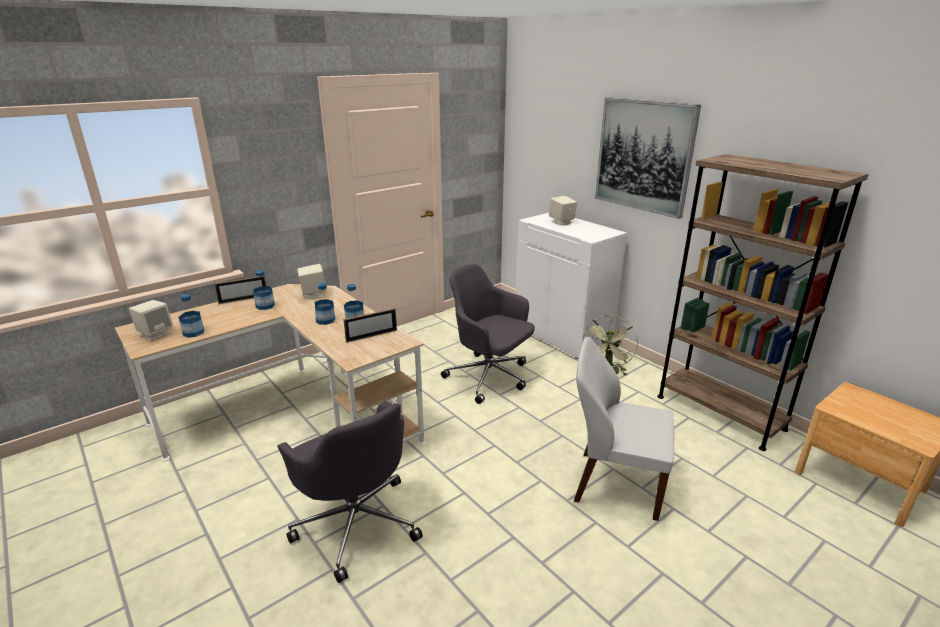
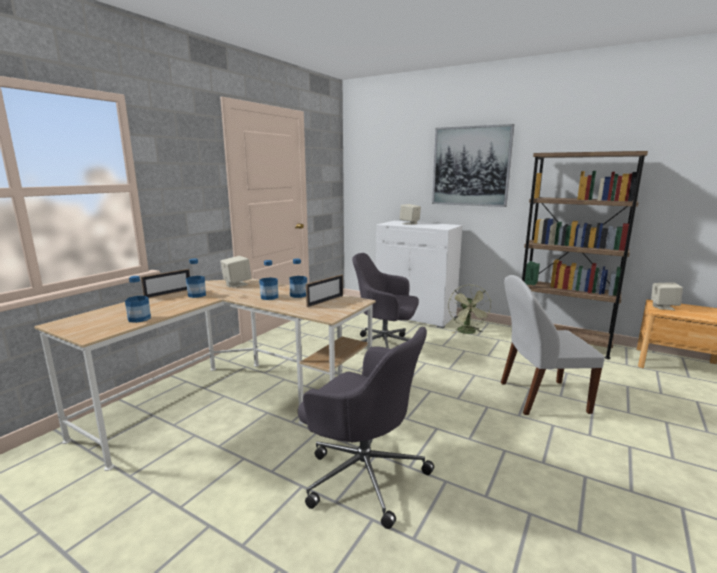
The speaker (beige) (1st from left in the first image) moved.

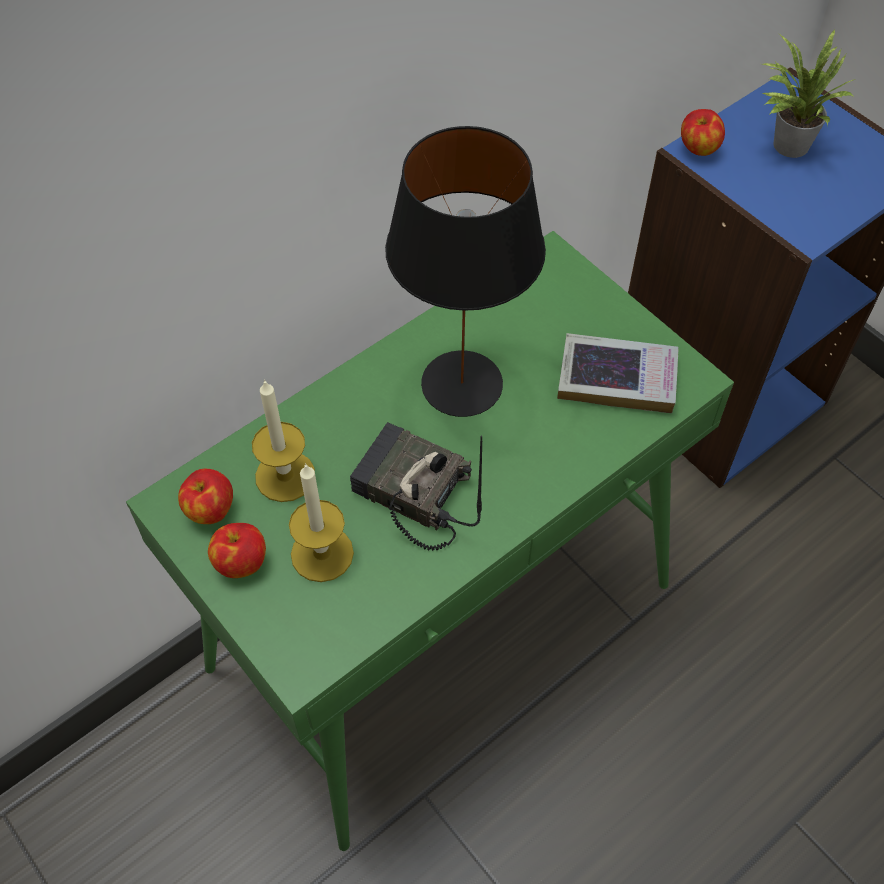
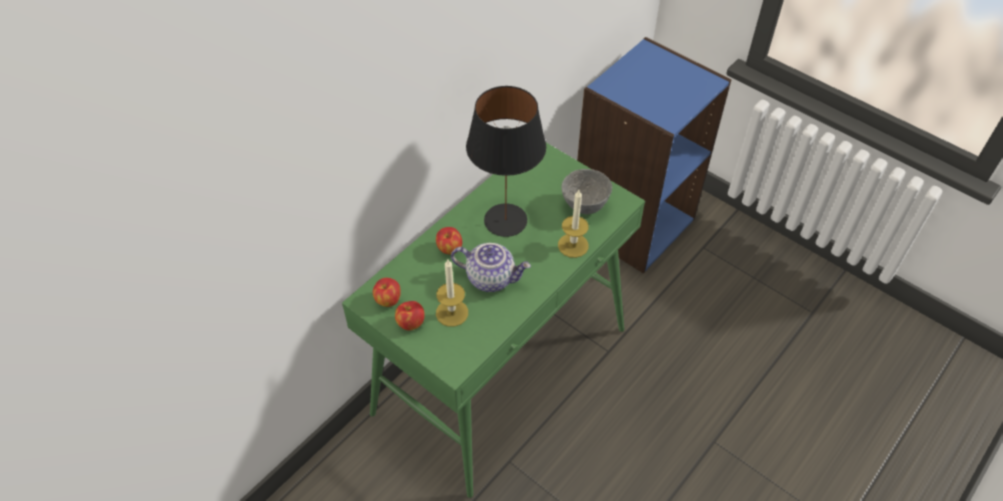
The potted plant disappeared.
The apple (3rd from left) moved.
The book was replaced by the bowl (grey).
The candle (1st from left in the first image) moved.
The radio was replaced by the teapot.

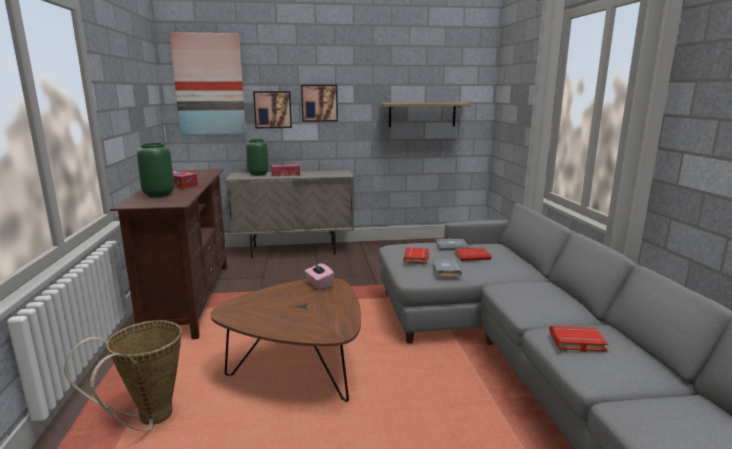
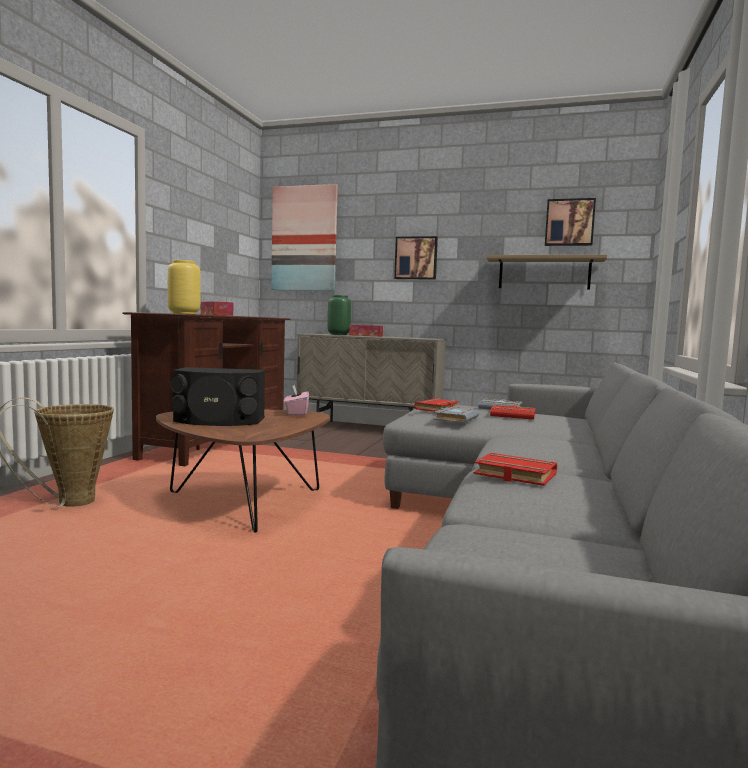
The picture (2nd from left in the first image) moved.
The vase (green) (1st from left) became the vase (yellow).
The speaker (black) appeared.

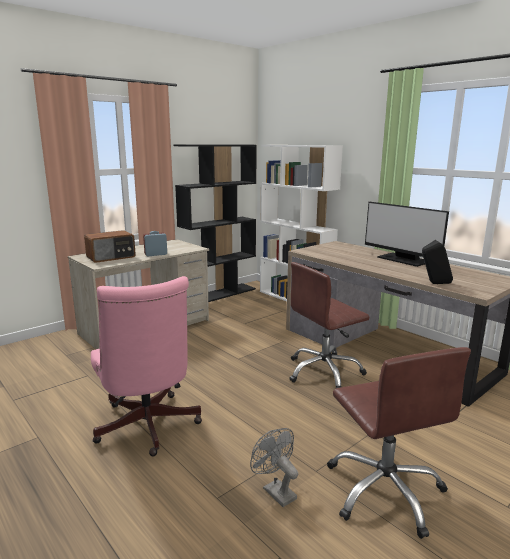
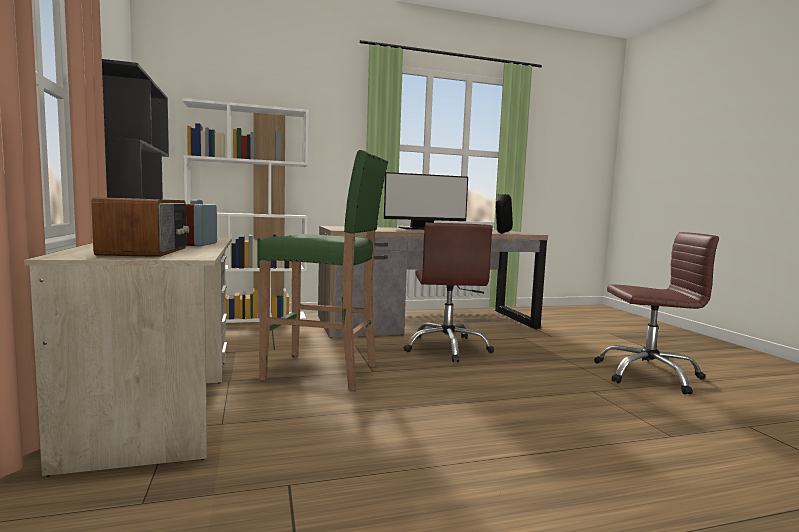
The office chair (pink) disappeared.
The fan (grey) disappeared.
The stool (green) appeared.

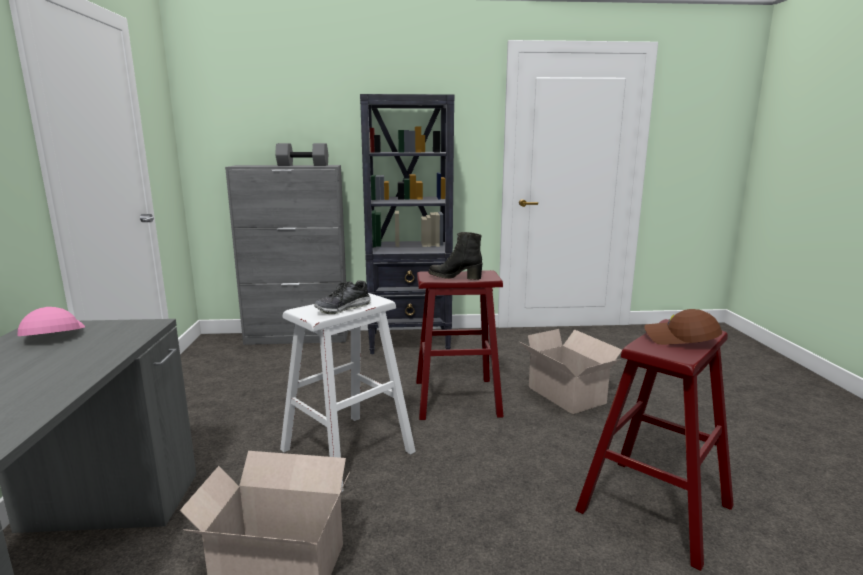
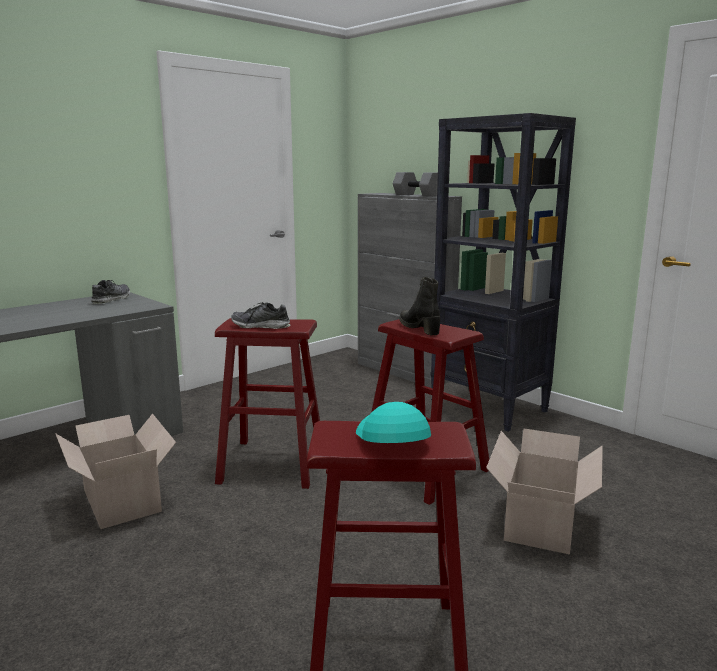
The stool (white) became the stool (red) (1st from left).
The cap (pink) was replaced by the shoe (1st from left).
The cap (brown) became the cap (turquoise).

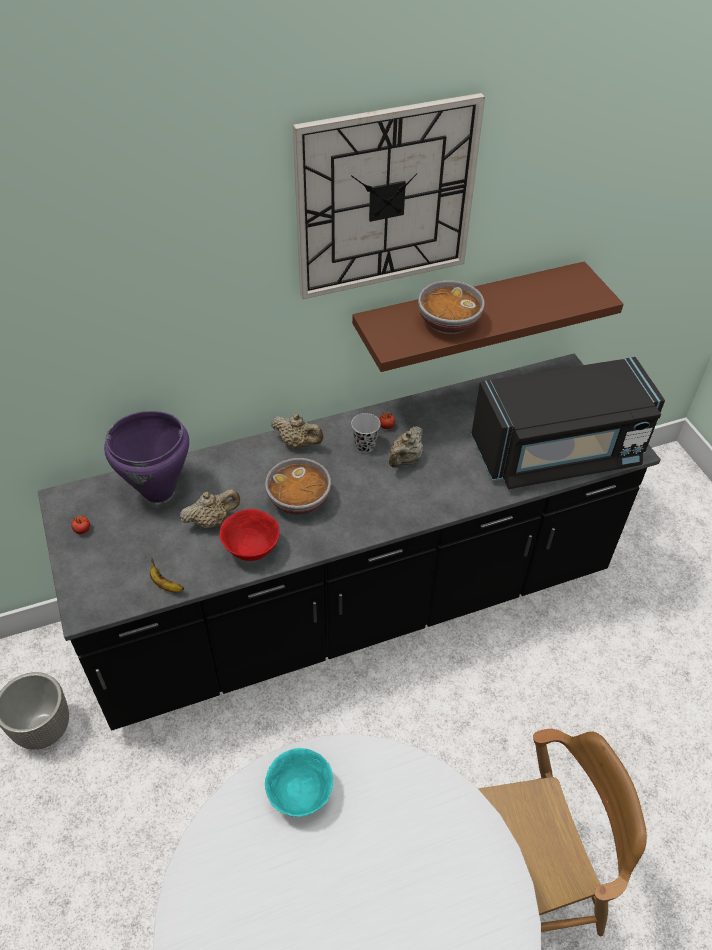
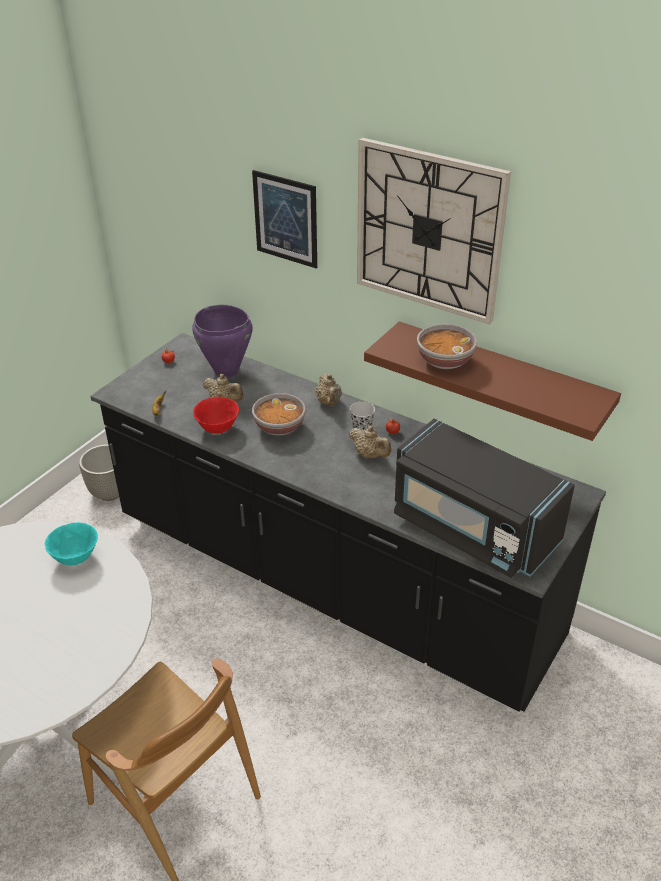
The teapot (beige) (3rd from left) turned 135 degrees counterclockwise.
The picture appeared.

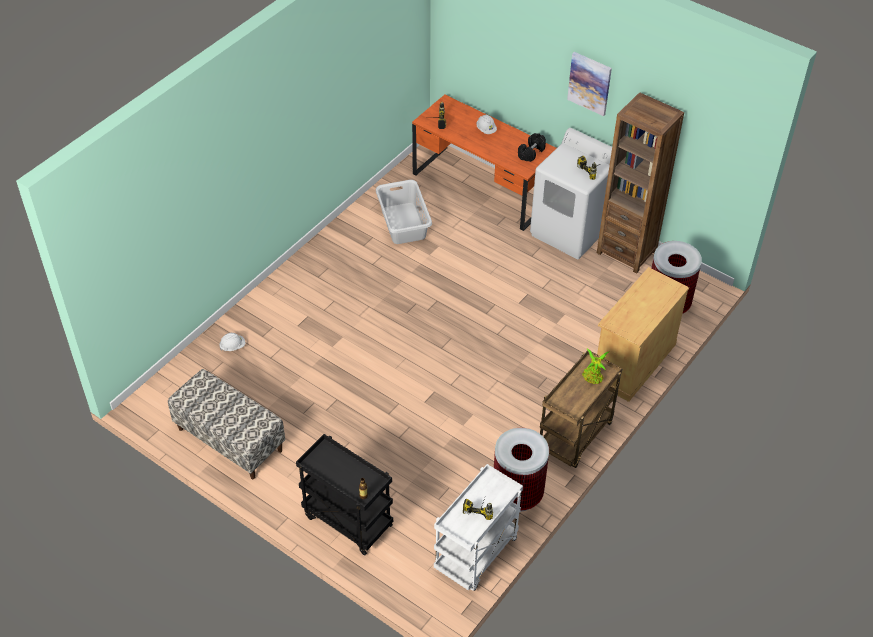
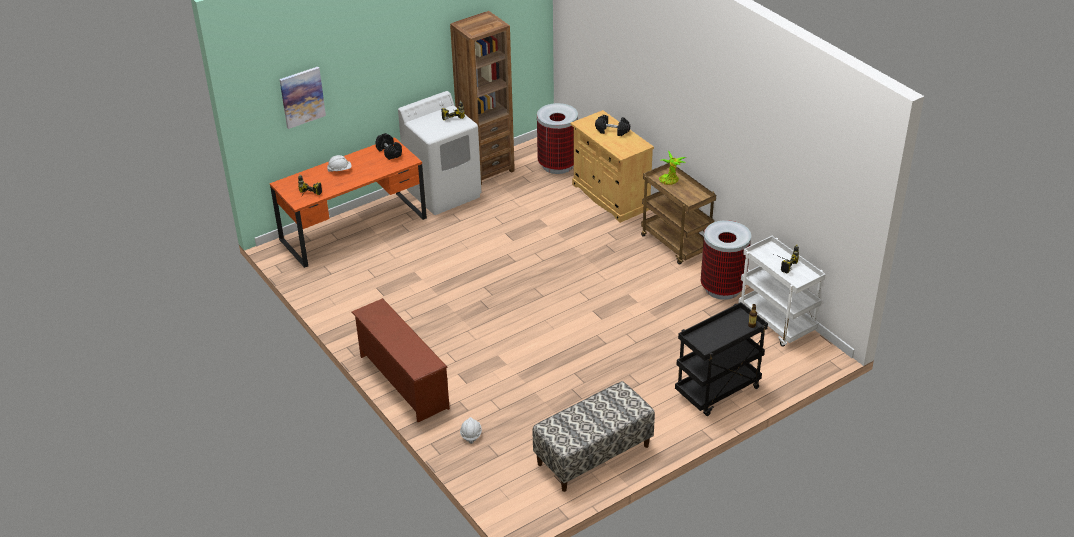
The picture moved.
The laundry basket (grey) disappeared.
The dumbbell (black) (2nd from left) appeared.
The shoe rack (brown) appeared.

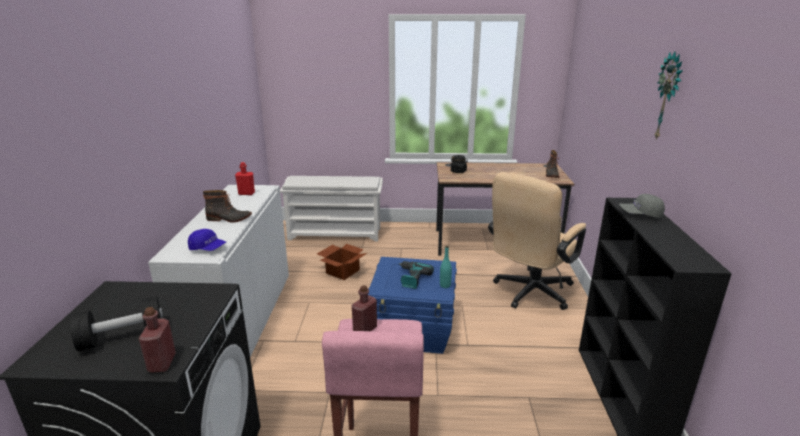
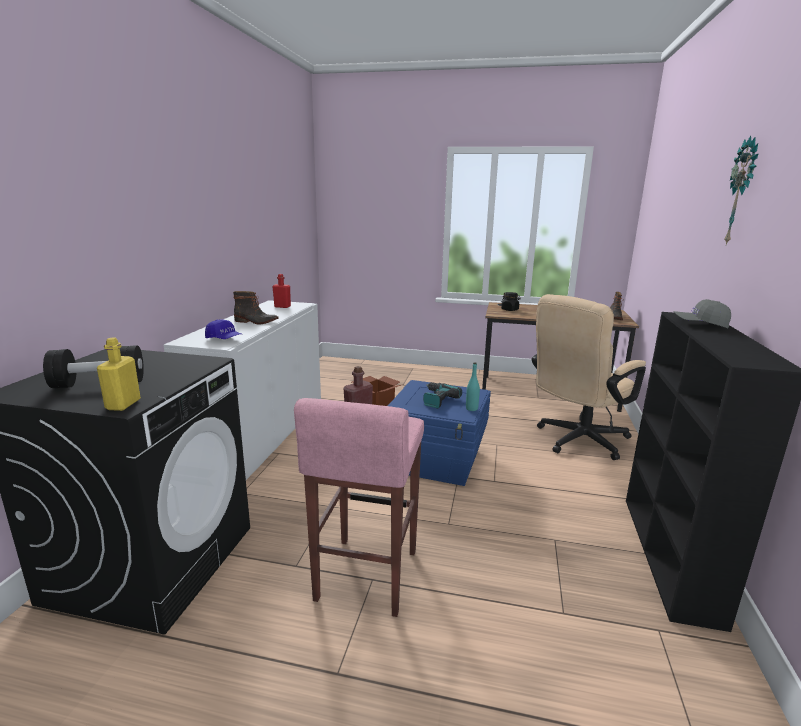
The shoe rack (white) disappeared.
The bottle (red) (1st from left) became the bottle (yellow).

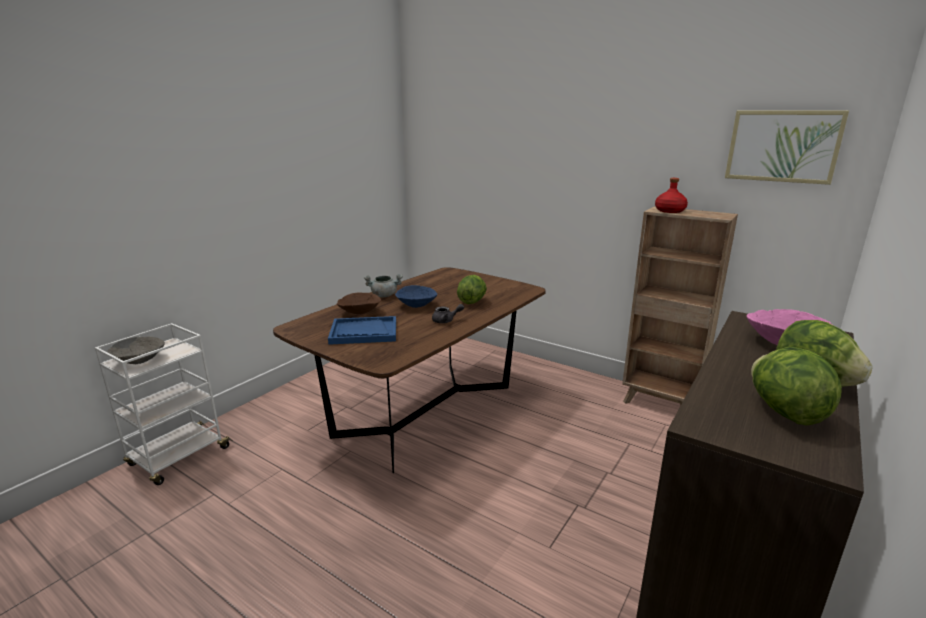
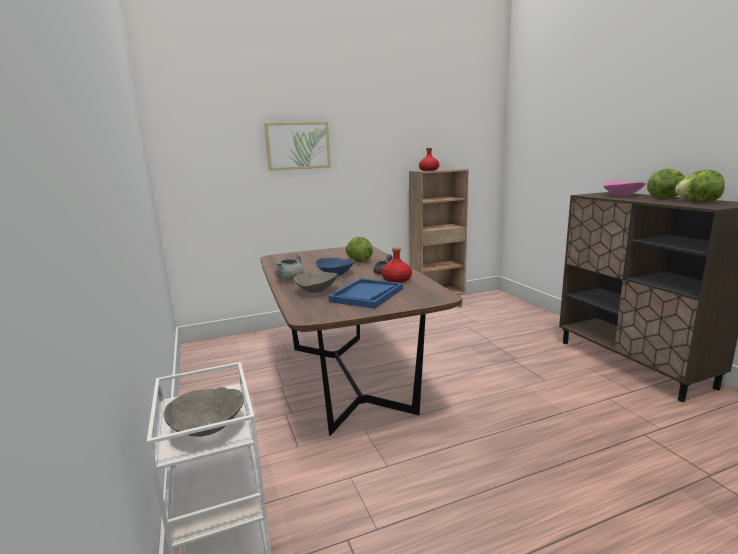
The picture moved.
The bowl (brown) became the bowl (grey) (2nd from left).
The bottle (red) (1st from left) appeared.

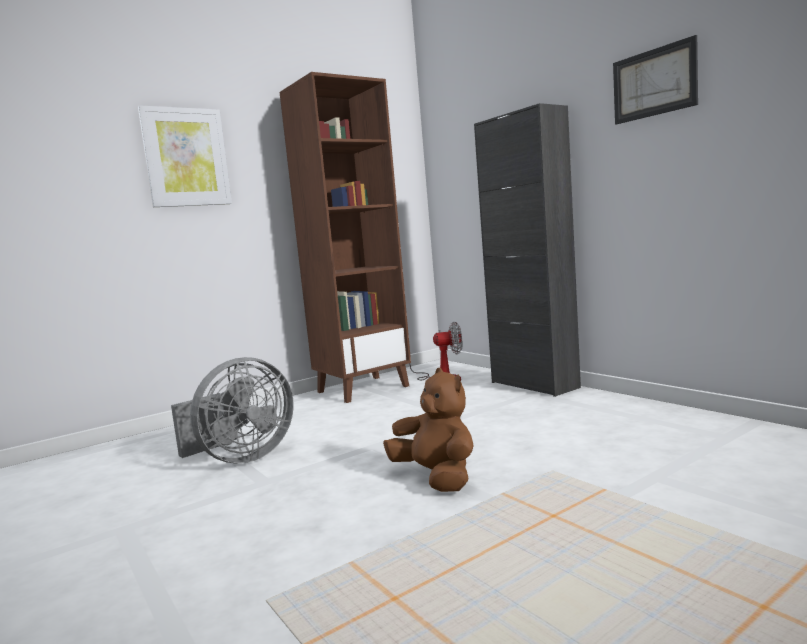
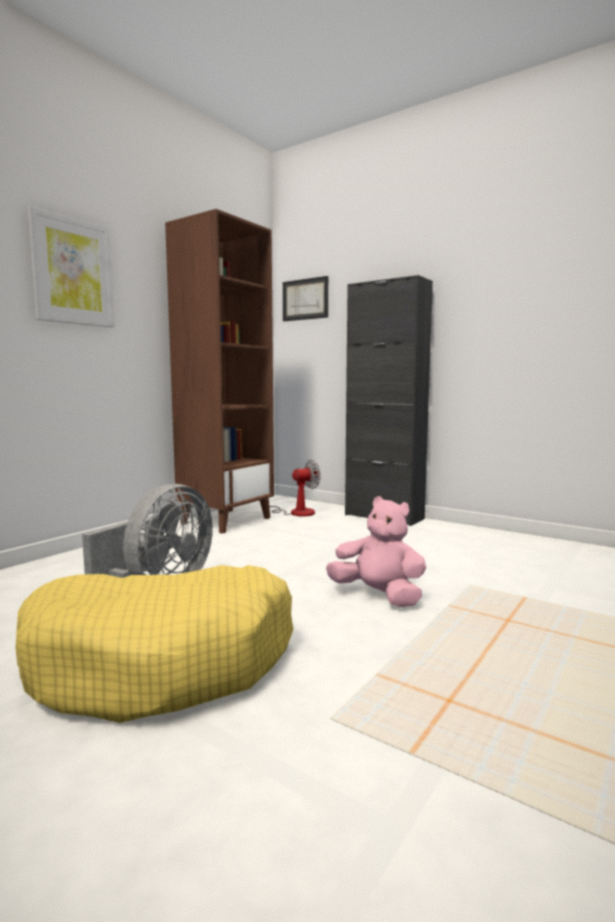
The picture (2nd from left) moved.
The plush toy (brown) became the plush toy (pink).
The dog bed (yellow) appeared.

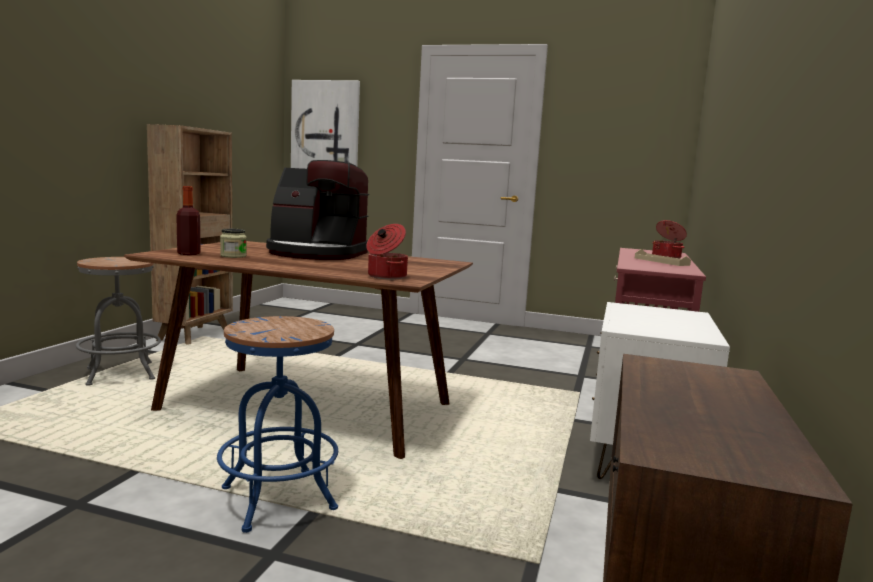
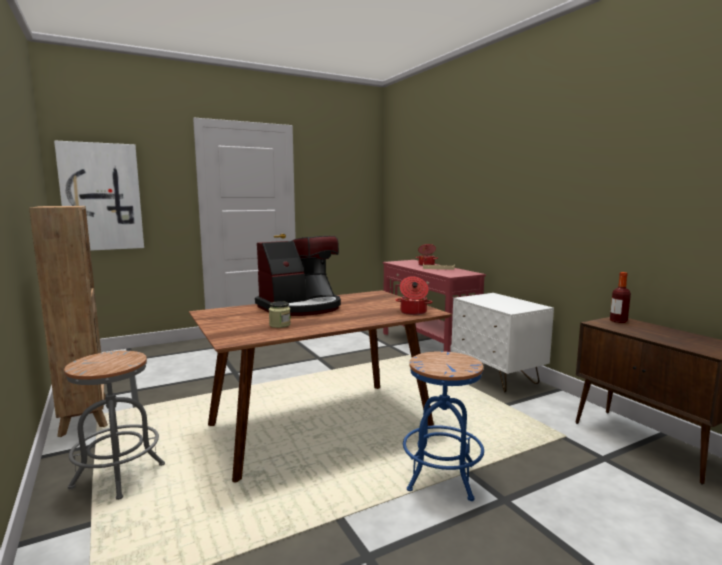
The bottle moved.

